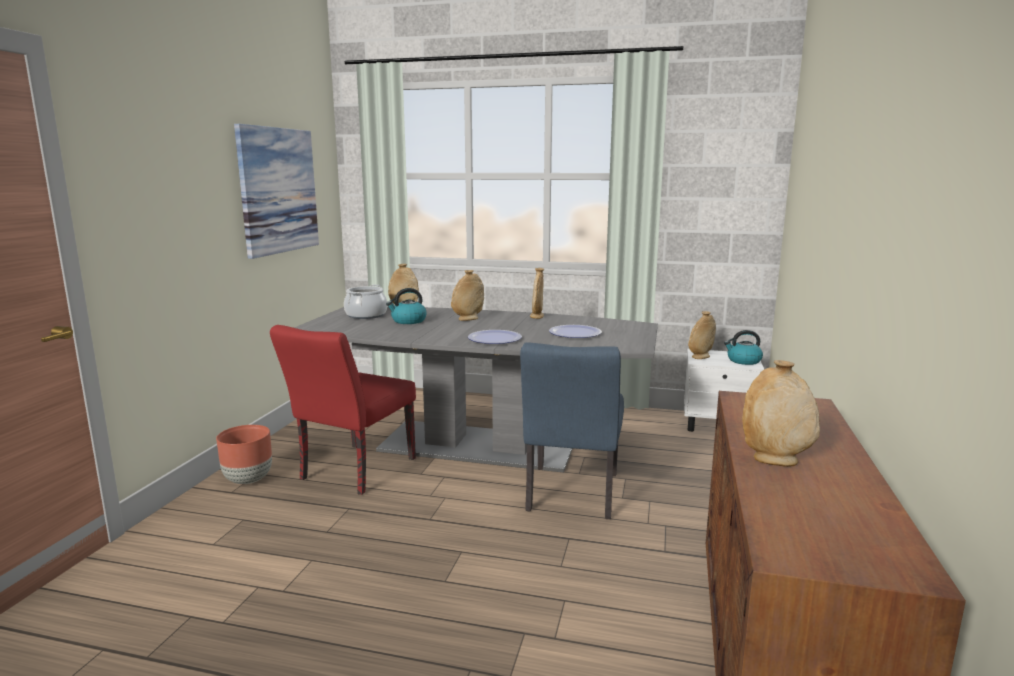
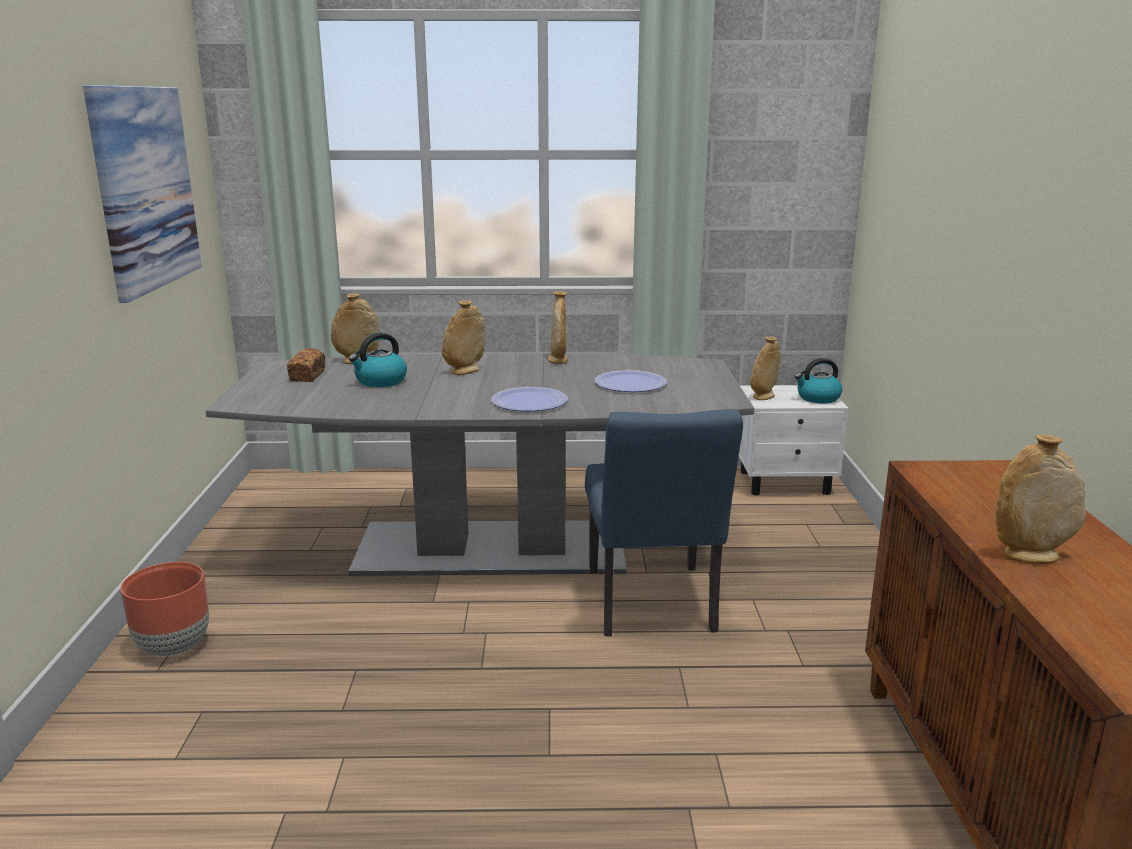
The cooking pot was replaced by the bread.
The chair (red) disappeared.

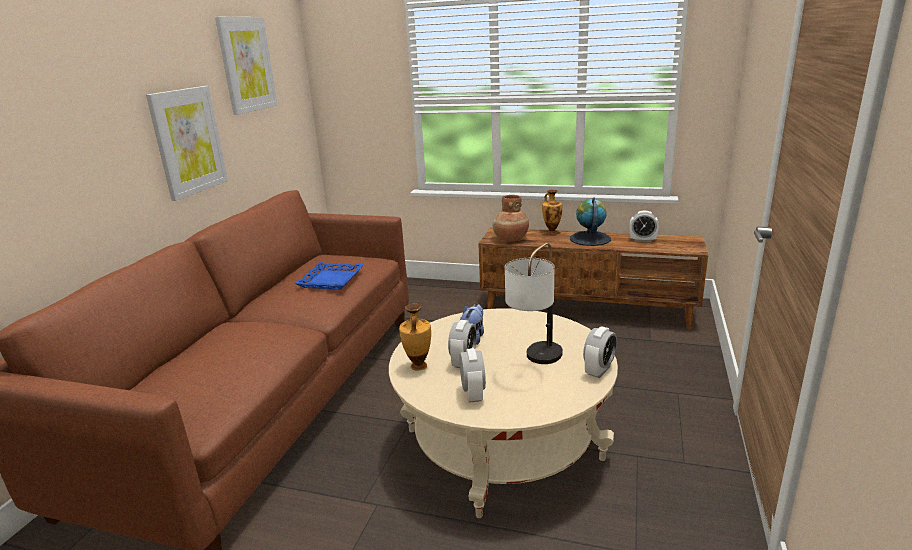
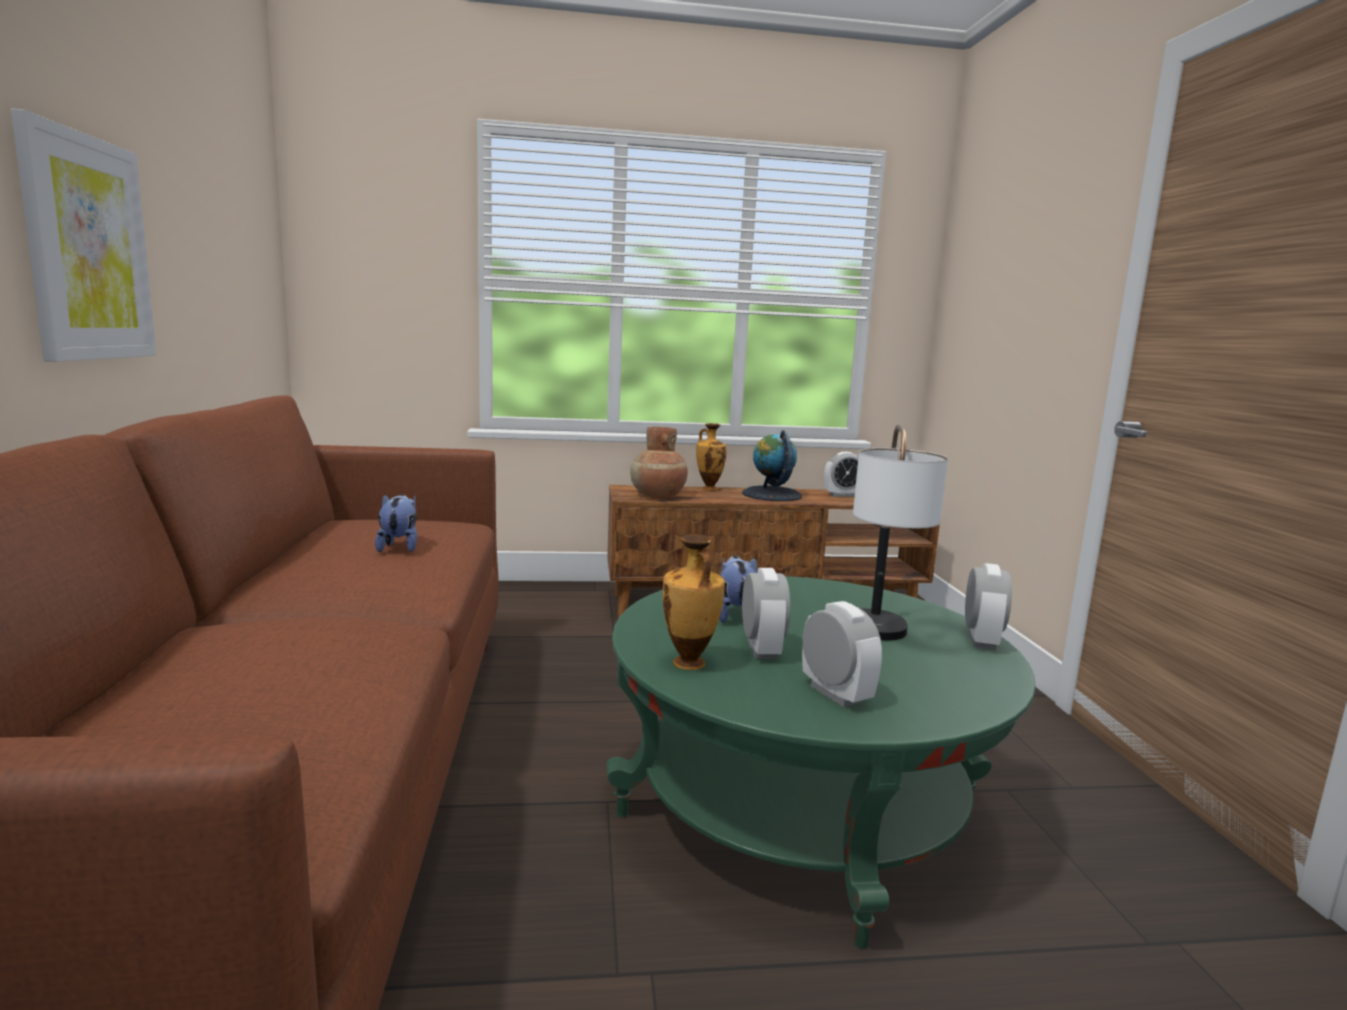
The picture (2nd from left) disappeared.
The tray (blue) was replaced by the plush toy (1st from left).
The coffee table (beige) became the coffee table (green).

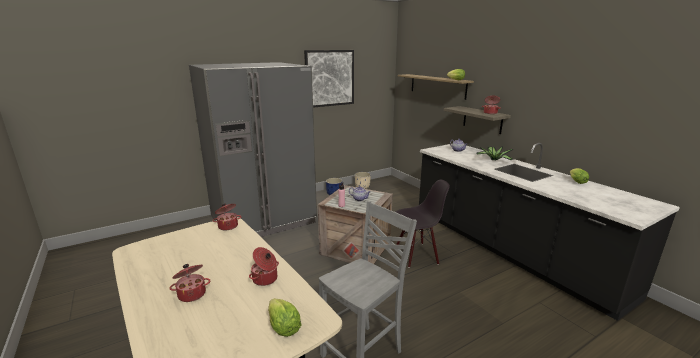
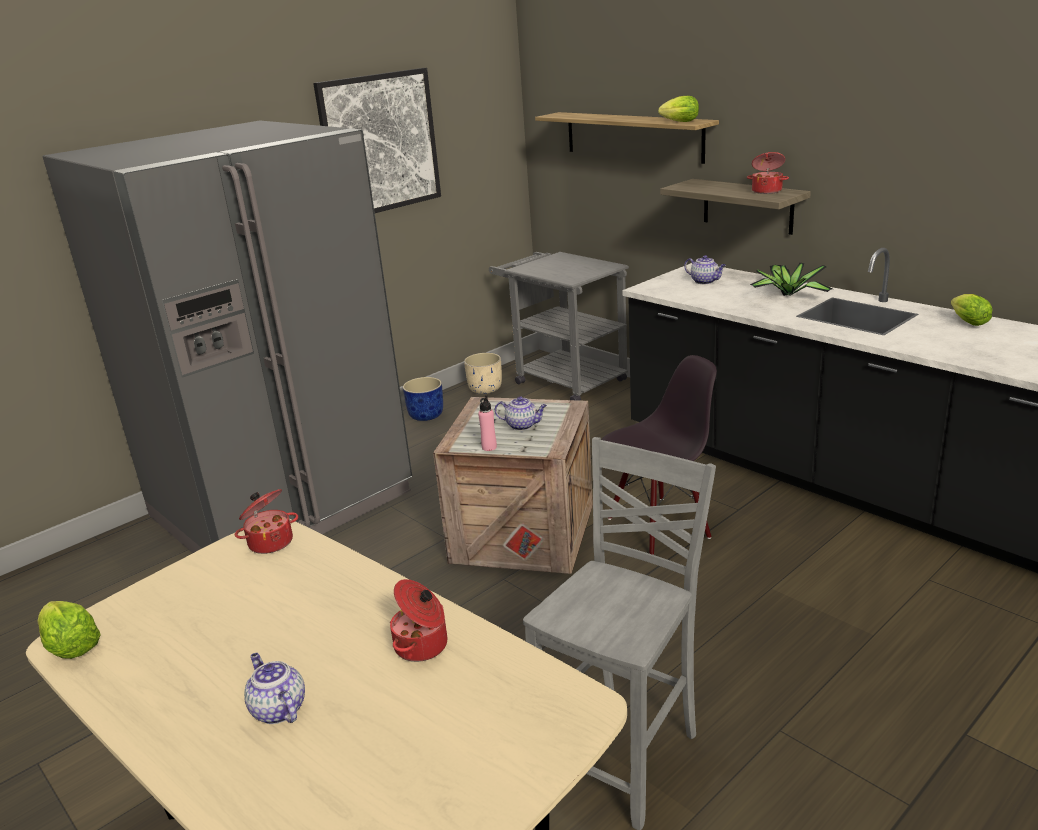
The cooking pot (1st from left) was replaced by the teapot (1st from left).
The lettuce (1st from left) moved.
The cart (grey) appeared.

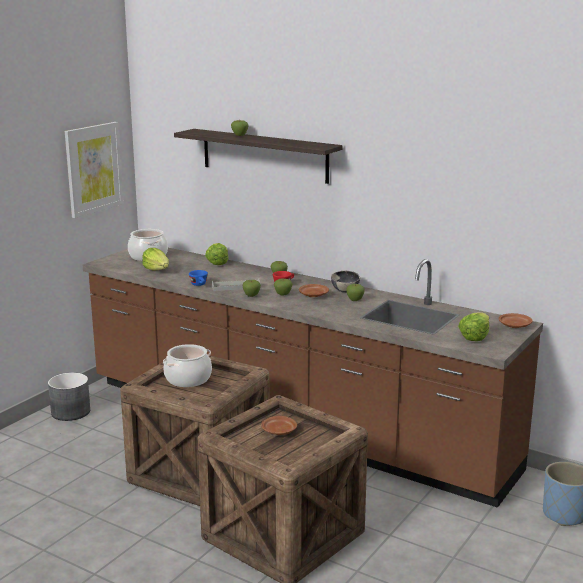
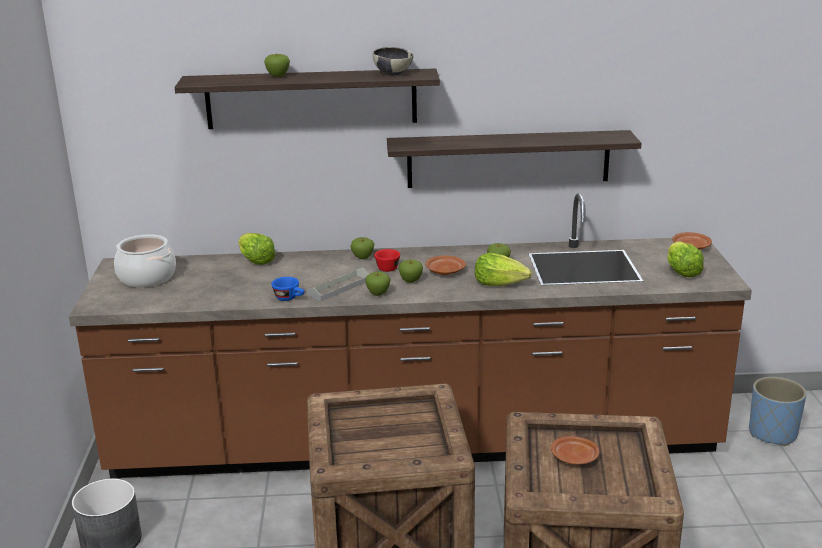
The picture disappeared.
The lettuce (1st from left in the first image) moved.
The bowl moved.
The cooking pot (2nd from left) disappeared.
The shelf (2nd from left) appeared.

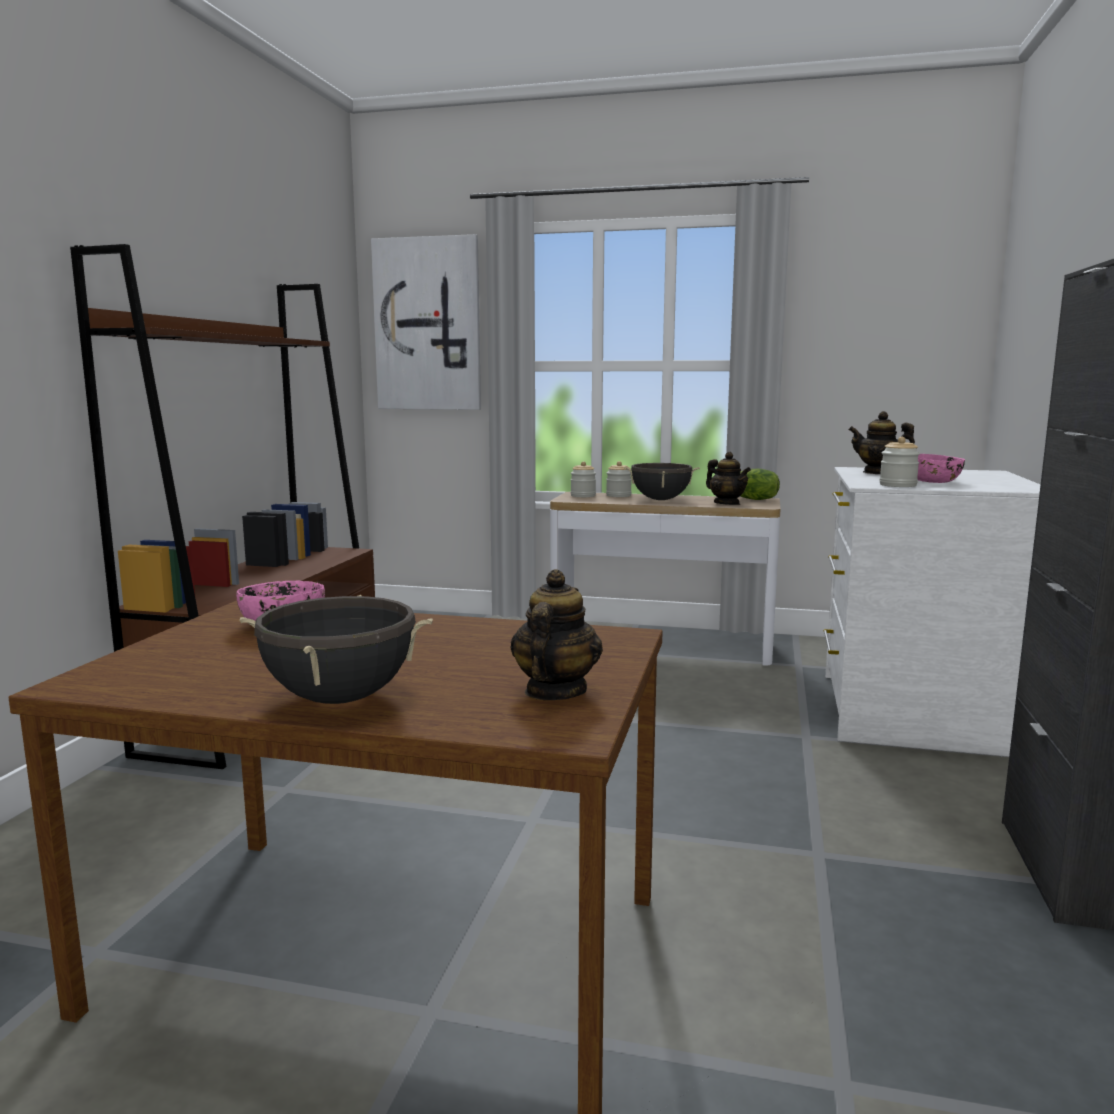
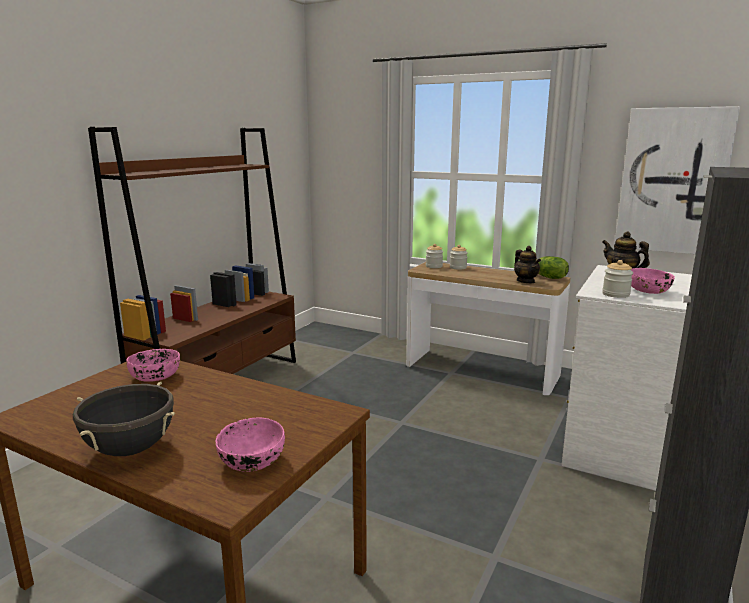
The picture moved.
The cooking pot (black) (2nd from left) disappeared.
The teapot (1st from left) was replaced by the bowl (pink) (2nd from left).

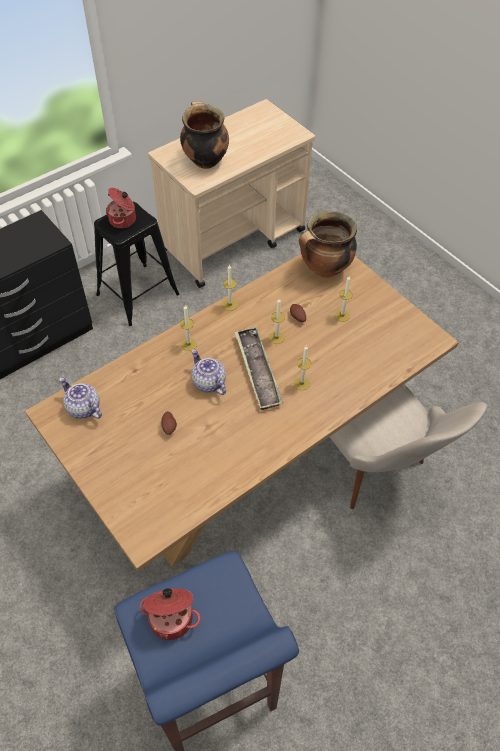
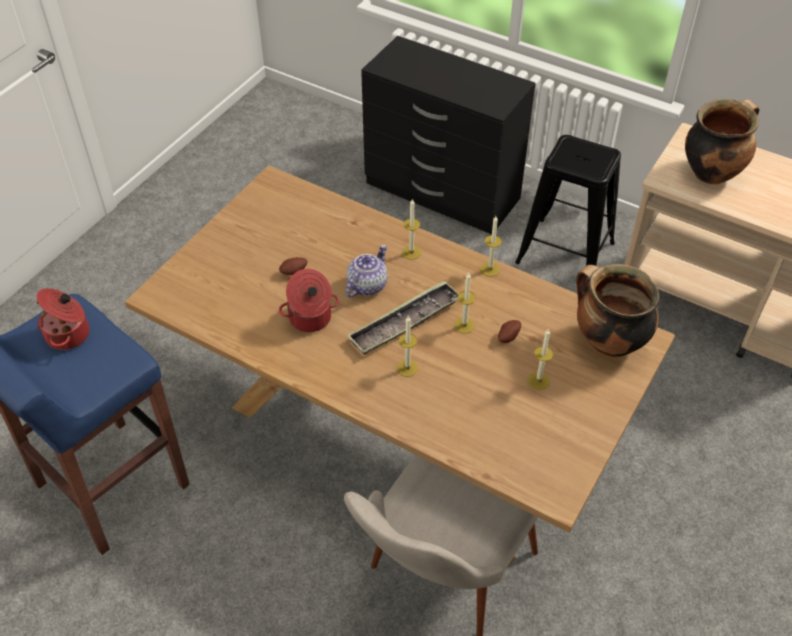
The cooking pot (1st from left in the first image) moved.
The teapot (1st from left) disappeared.

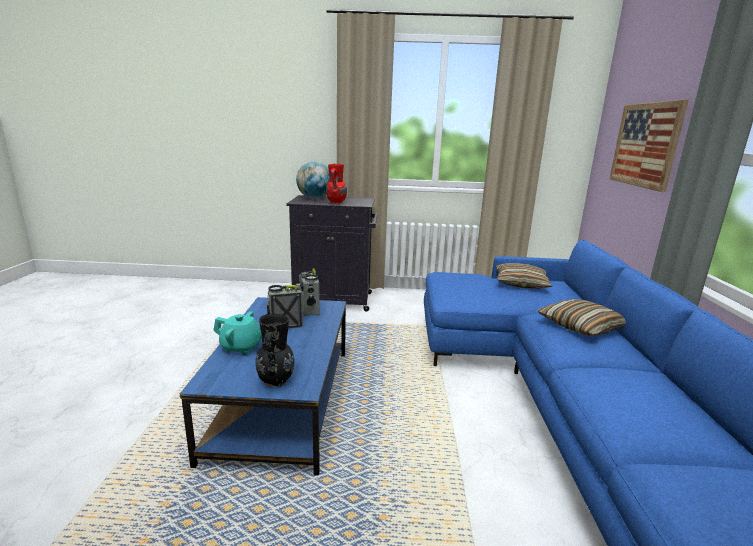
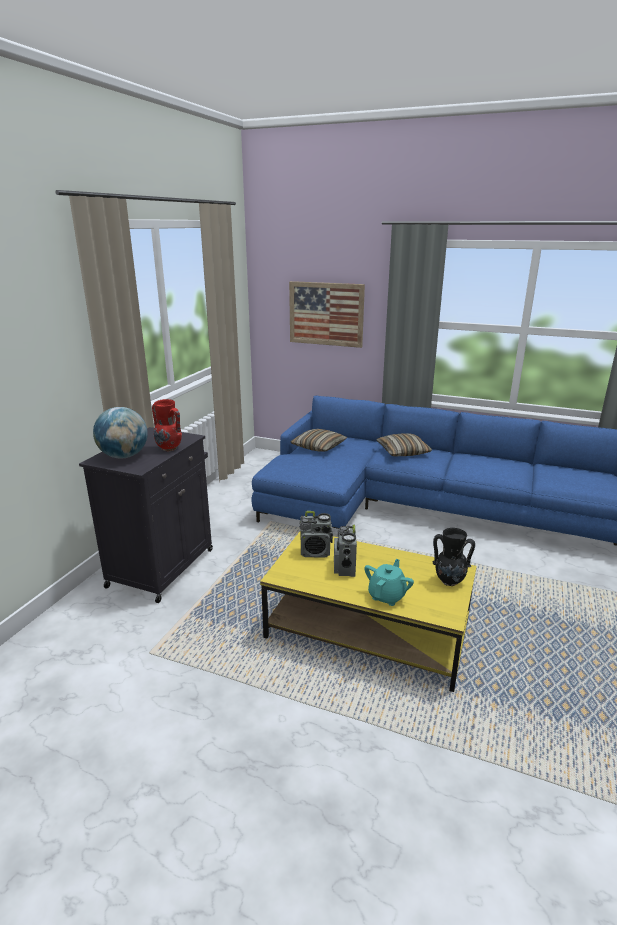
The coffee table (blue) became the coffee table (yellow).

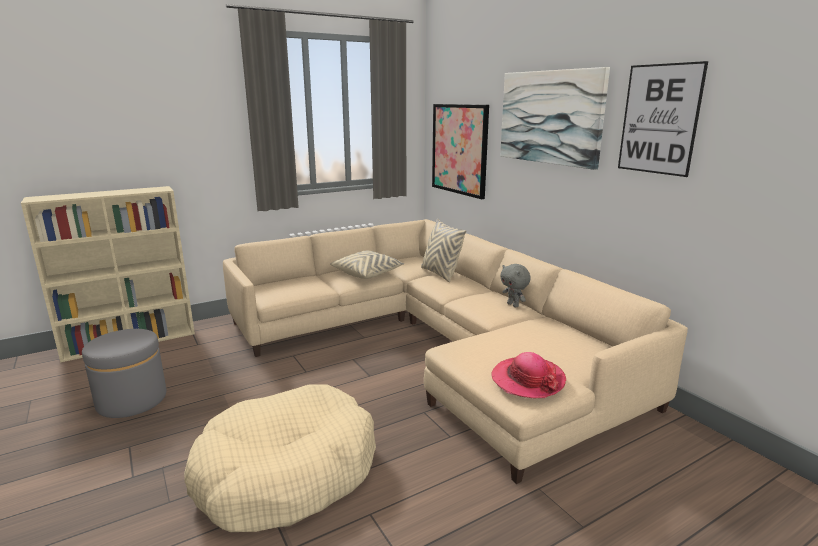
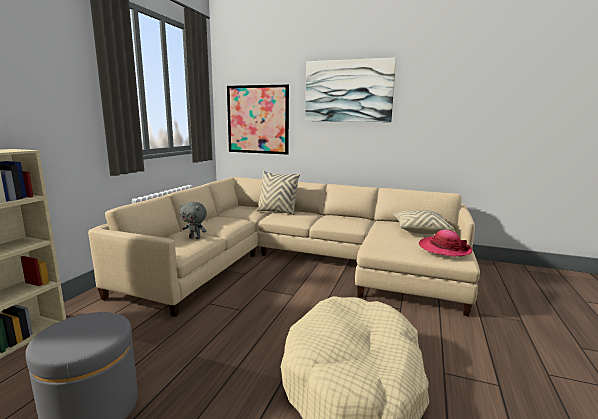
The picture (3rd from left) disappeared.
The pillow (beige) (1st from left in the first image) moved.
The plush toy (grey) moved.

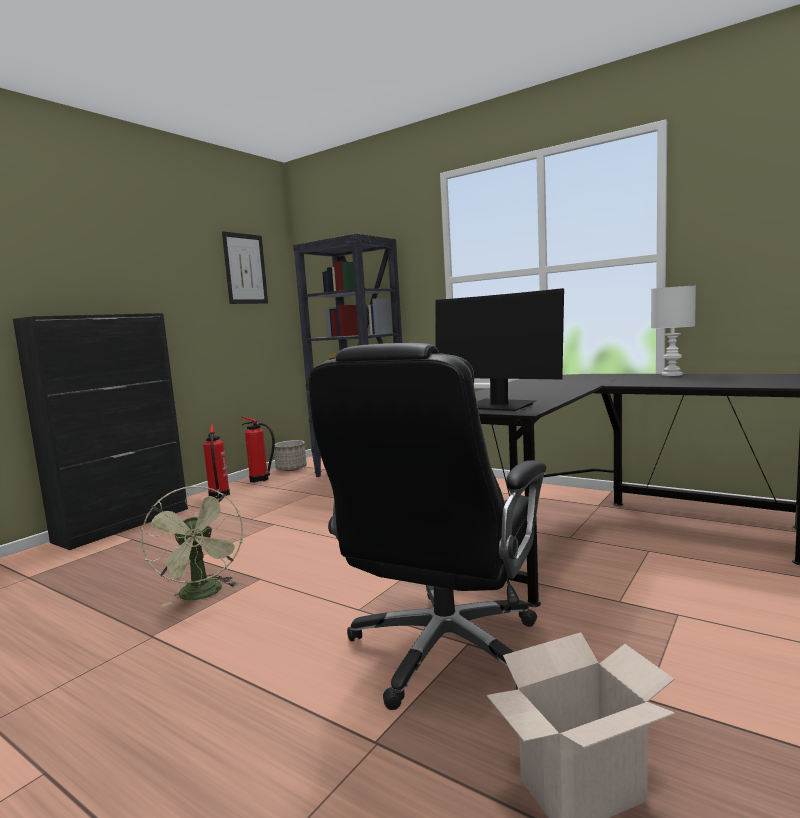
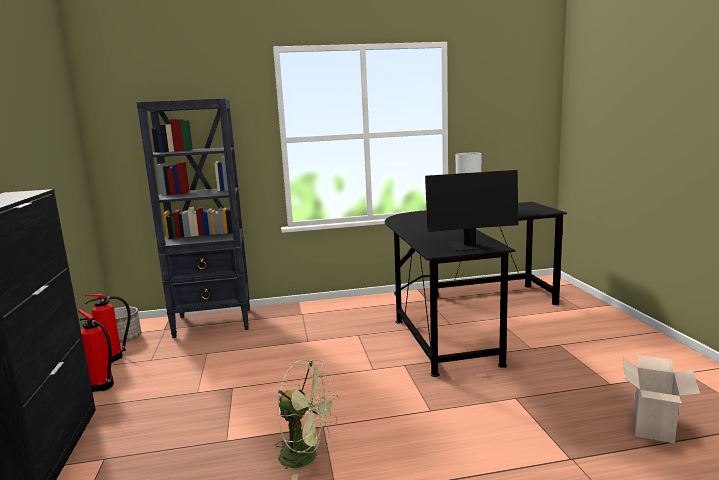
The picture disappeared.
The office chair (black) disappeared.

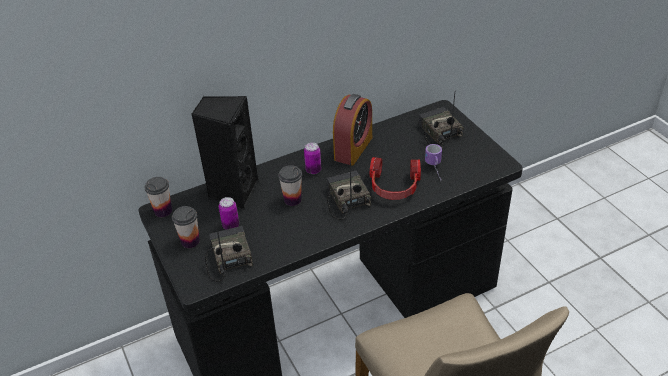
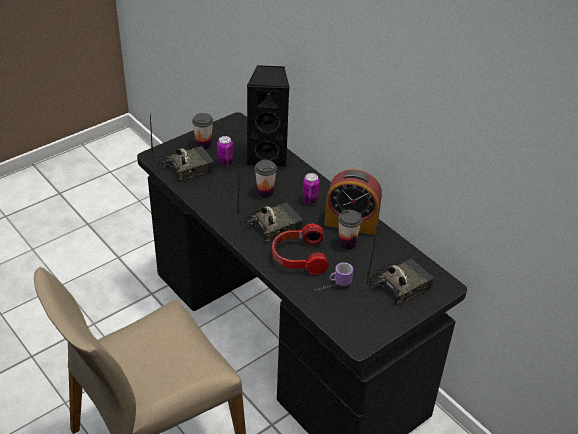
The cup (1st from left in the first image) moved.

